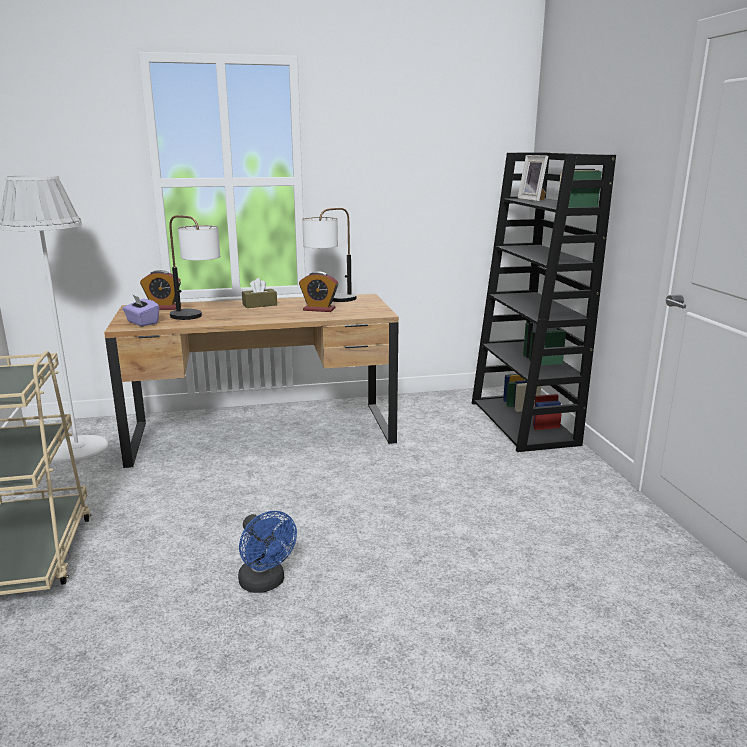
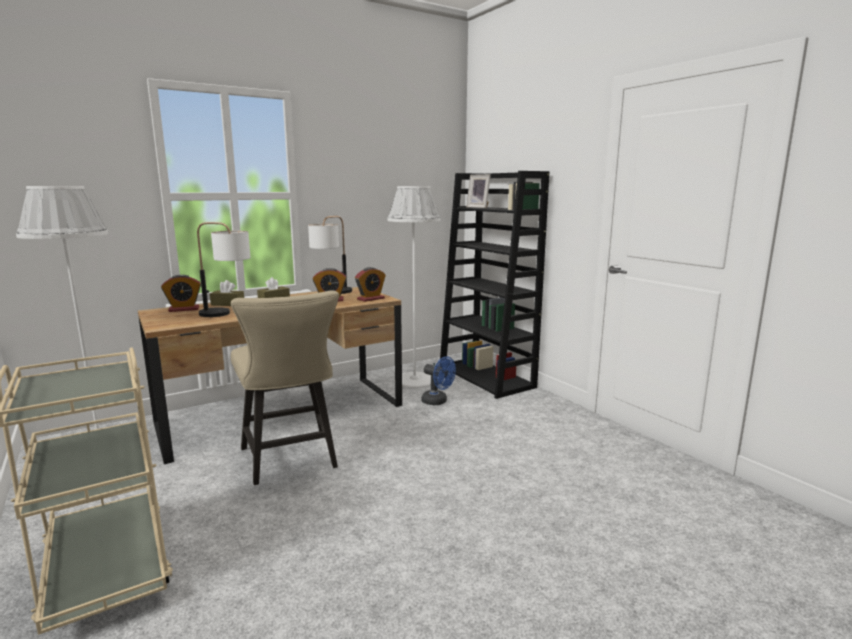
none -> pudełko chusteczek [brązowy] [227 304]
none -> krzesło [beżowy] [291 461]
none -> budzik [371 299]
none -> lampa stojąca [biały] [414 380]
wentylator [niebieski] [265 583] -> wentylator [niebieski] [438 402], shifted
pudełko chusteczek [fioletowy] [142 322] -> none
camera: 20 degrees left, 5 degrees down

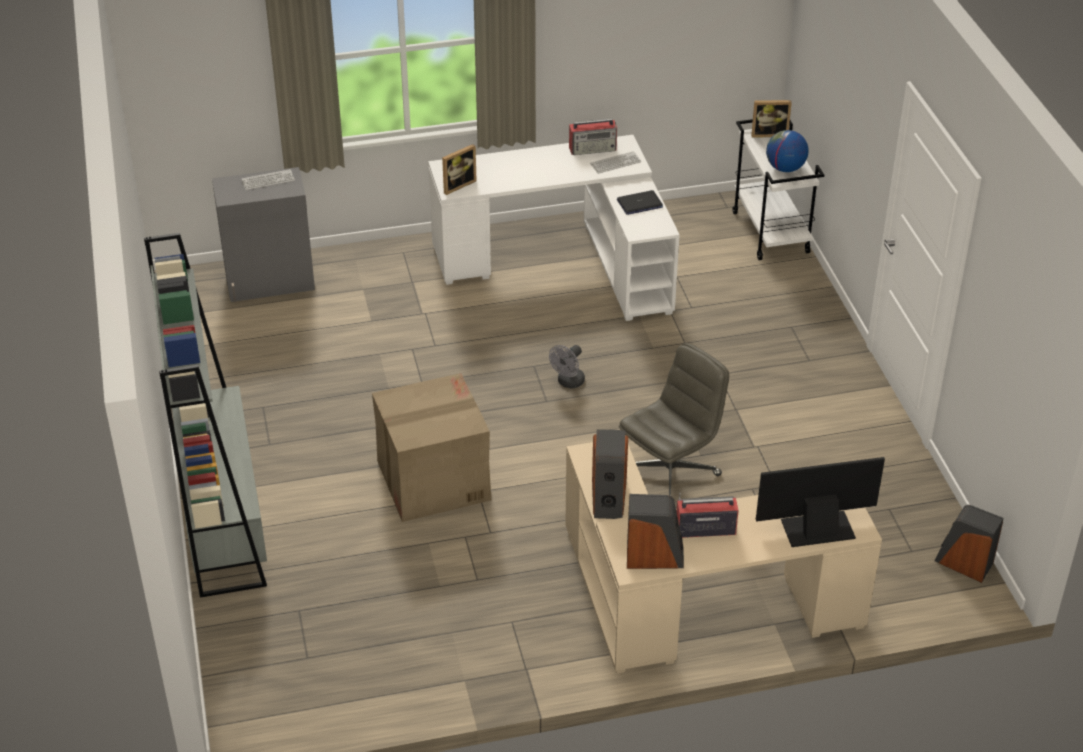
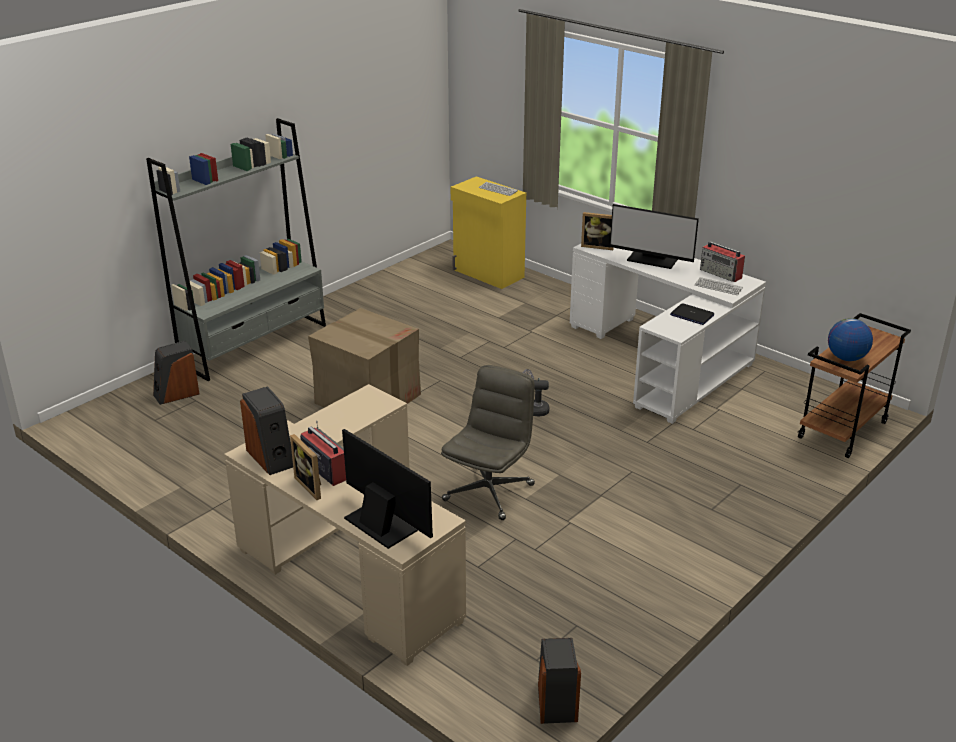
głośnik [608 498] -> głośnik [176 394], shifted
ramka na zdjęcie [769 133] -> ramka na zdjęcie [312 486], shifted
krzesło biurowe [szary] [670 472] -> krzesło biurowe [szary] [489 492], 75 degrees counterclockwise
szafka [szary] [271 283] -> szafka [żółty] [488 274]
none -> monitor [652 260]
wózek [biały] [771 233] -> wózek [brązowy] [842 431]
camera: 55 degrees right, 10 degrees down

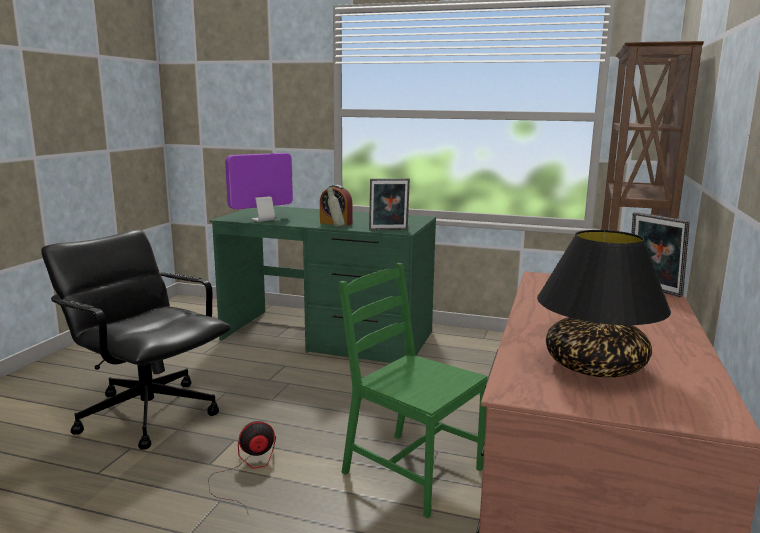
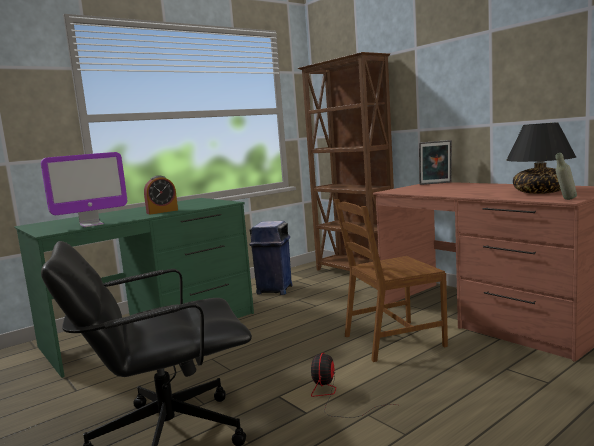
monitor [262 220] -> monitor [91 225], 120 degrees counterclockwise
none -> kosz na śmieci [niebieski] [274 290]
krzesło [zielony] [410 471] -> krzesło [brązowy] [392 341]
butelka [szary] [335 227] -> butelka [szary] [565 199], shifted
ramka na zdjęcie [388 230] -> none
camera: 55 degrees left, 5 degrees down

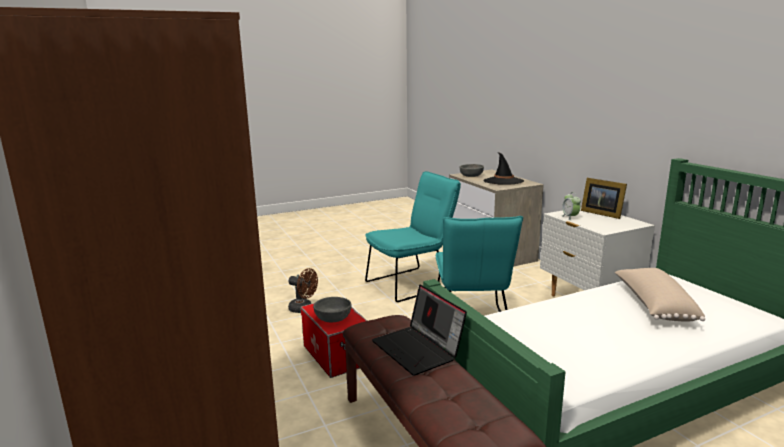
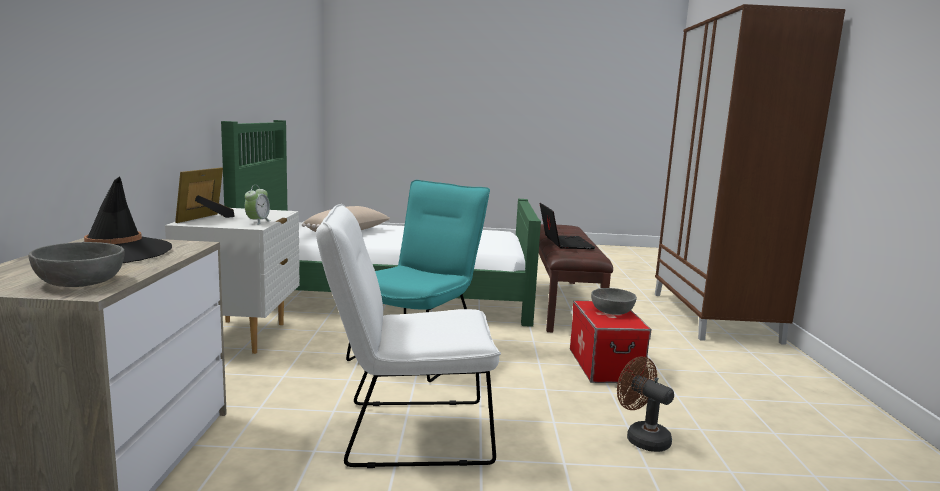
ramka na zdjęcie [601 213] -> ramka na zdjęcie [205 218], 150 degrees counterclockwise
krzesło [turkusowy] [413 283] -> krzesło [biały] [405 432]
camera: 155 degrees left, 5 degrees down

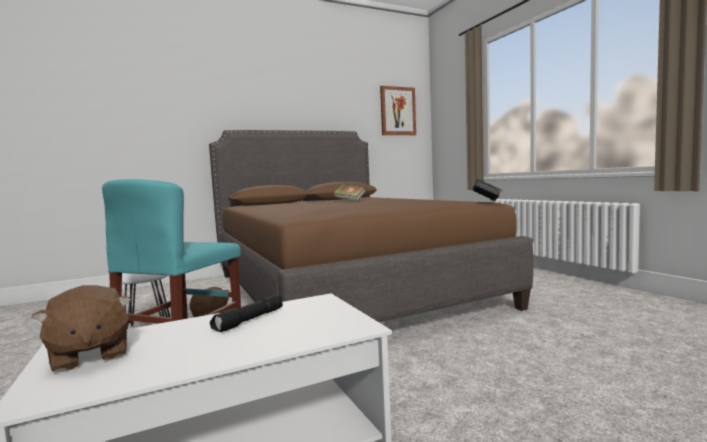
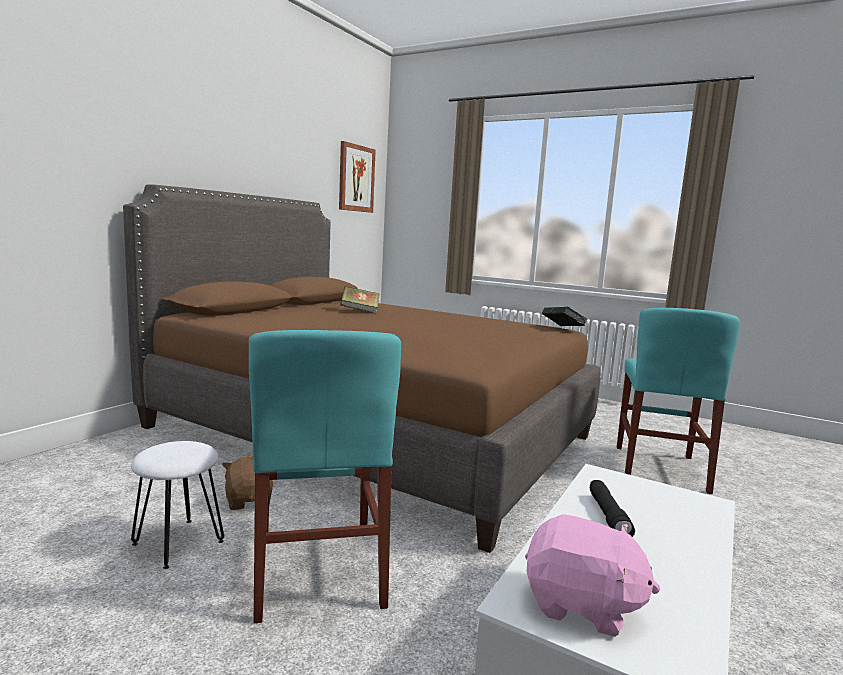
pluszak [brązowy] [89 355] -> pluszak [różowy] [581 605]
none -> krzesło [turkusowy] [659 468]
camera: 35 degrees left, 5 degrees up

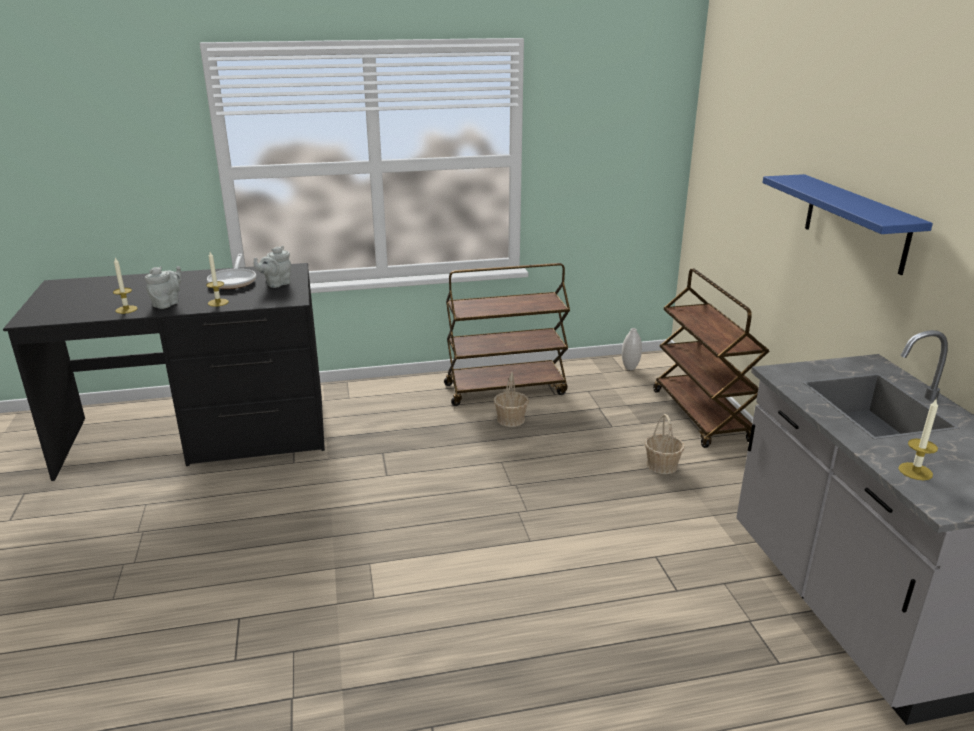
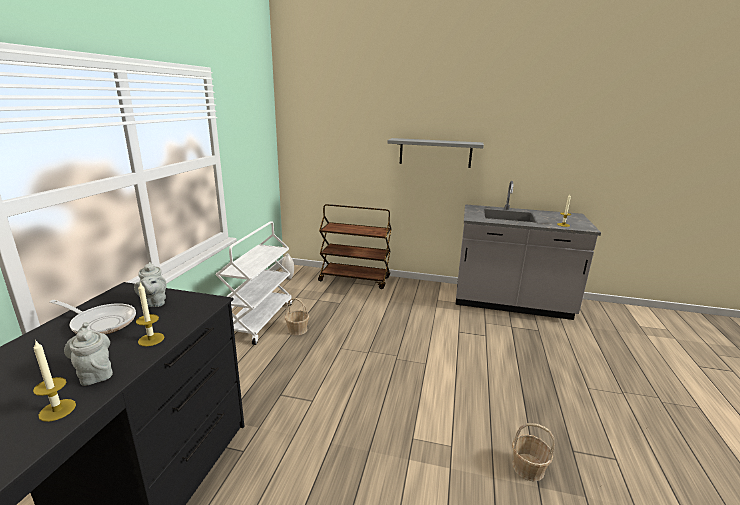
wózek [brązowy] [505 389] -> wózek [biały] [259 320]
półka [niebieski] [856 223] -> półka [szary] [435 153]
koszyk [662 465] -> koszyk [528 467], shifted
camera: 65 degrees left, 5 degrees down

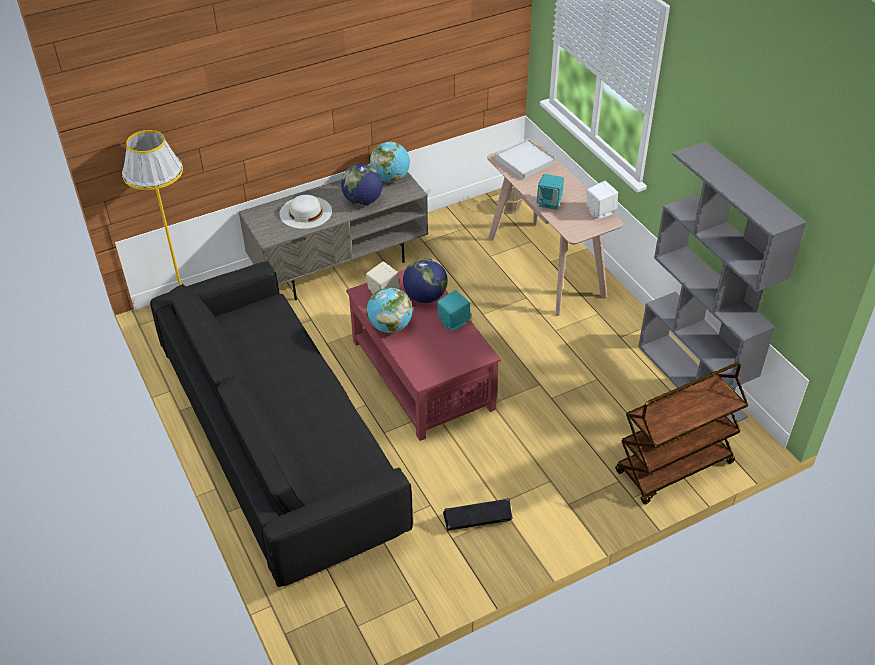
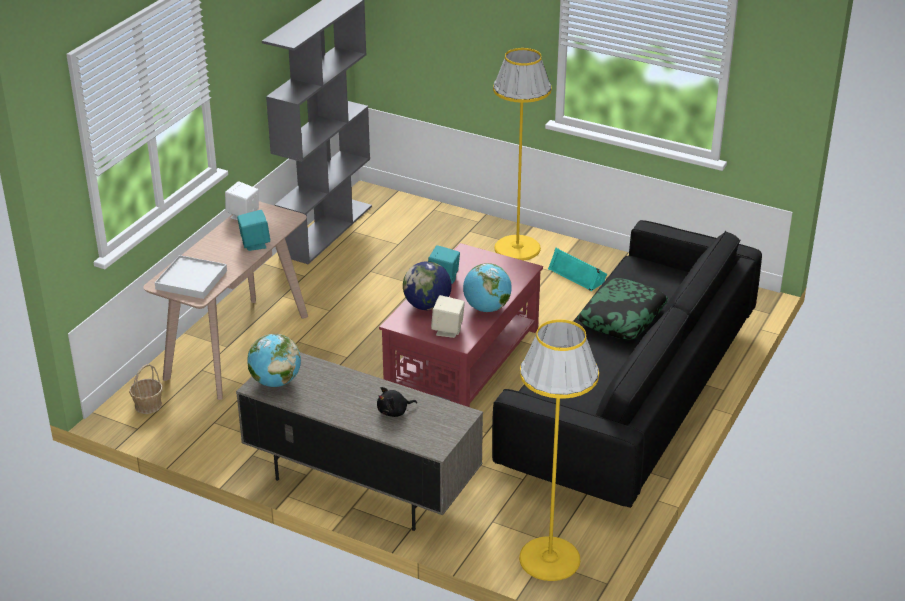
kapelusz [biały] [305 212] -> pluszak [czarny] [394 412]
none -> lampa stojąca [żółty] [517 248]
głośnik [czarny] [477 519] -> głośnik [turkusowy] [577 275]
none -> poduszka [622 317]
globus [363 201] -> none
wózek [brązowy] [674 468] -> none
camera: 125 degrees left, 10 degrees down

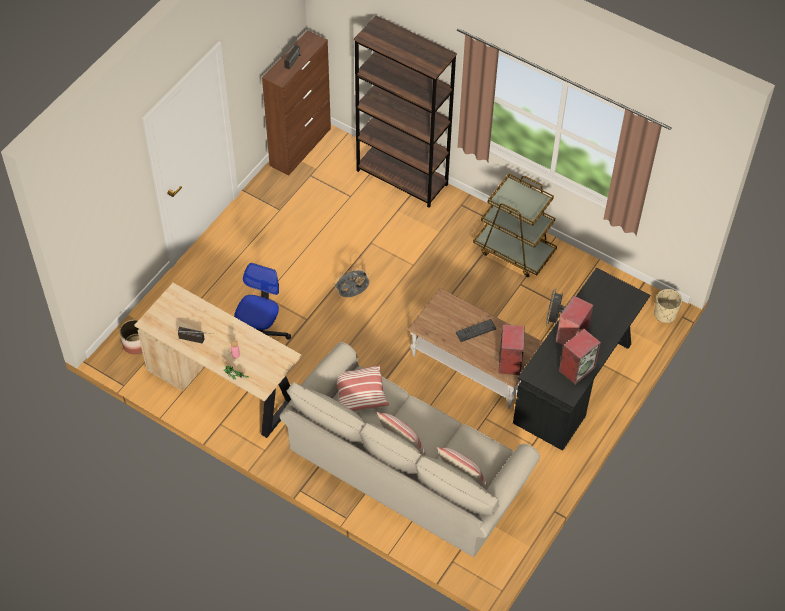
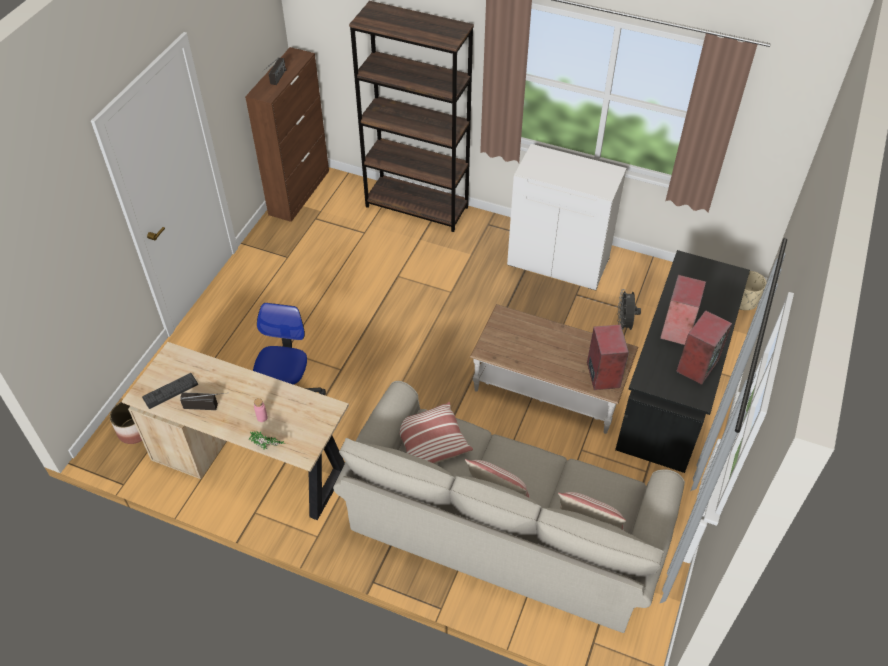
klawiatura [476 330] -> klawiatura [170 391], shifted
wózek [brązowy] [514 251] -> szafka [biały] [559 261]
wentylator [szary] [352 294] -> none
camera: 10 degrees left, 5 degrees down

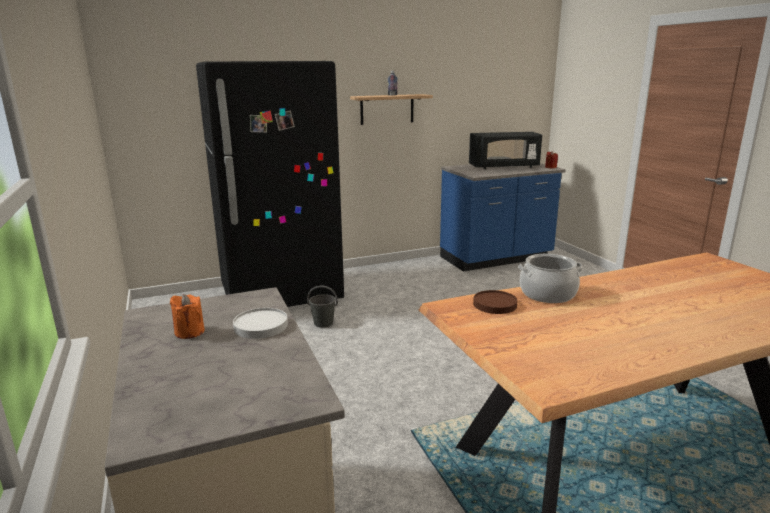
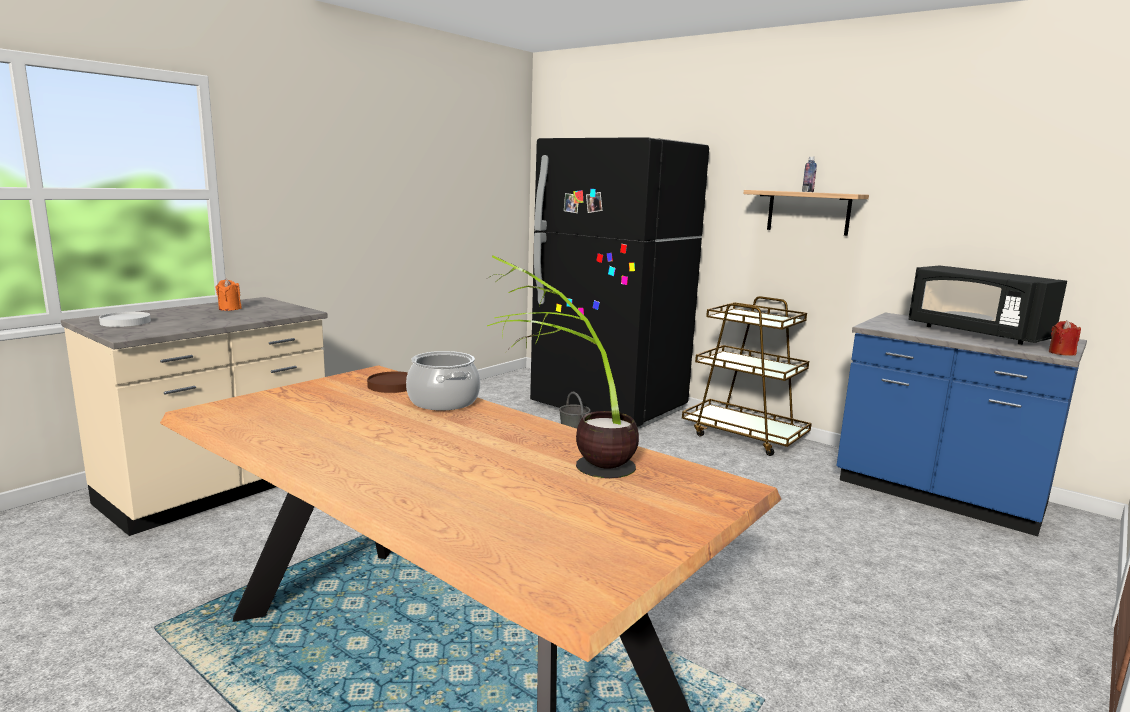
talerz [biały] [260 326] -> talerz [biały] [126 322], shifted
none -> roślina doniczkowa [568 465]
none -> wózek [brązowy] [744 436]
camera: 60 degrees right, 5 degrees down

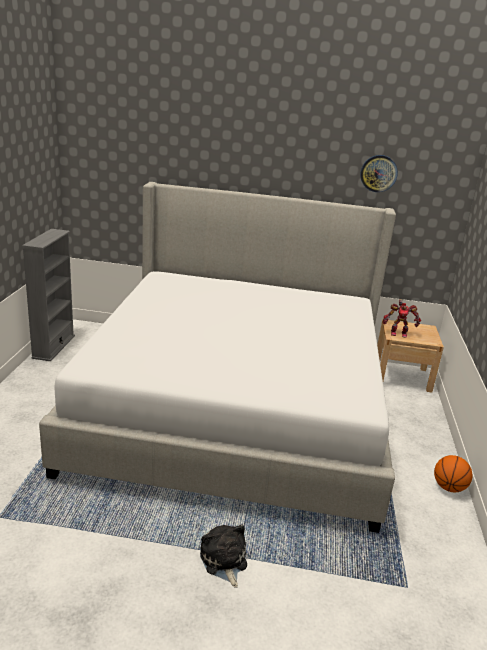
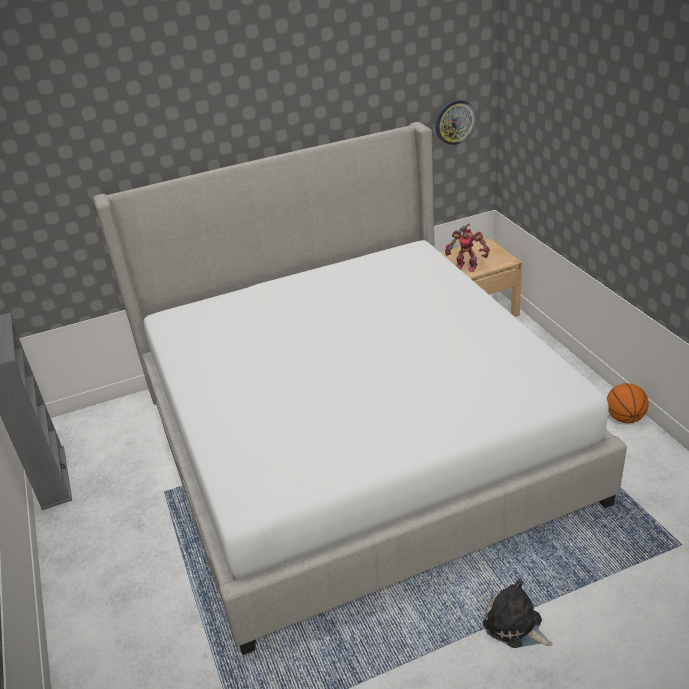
zegar ścienny [378 173] -> zegar ścienny [455 122], shifted
robot zabawkowy [398 333] -> robot zabawkowy [466 266], 45 degrees clockwise
camera: 25 degrees left, 10 degrees up

